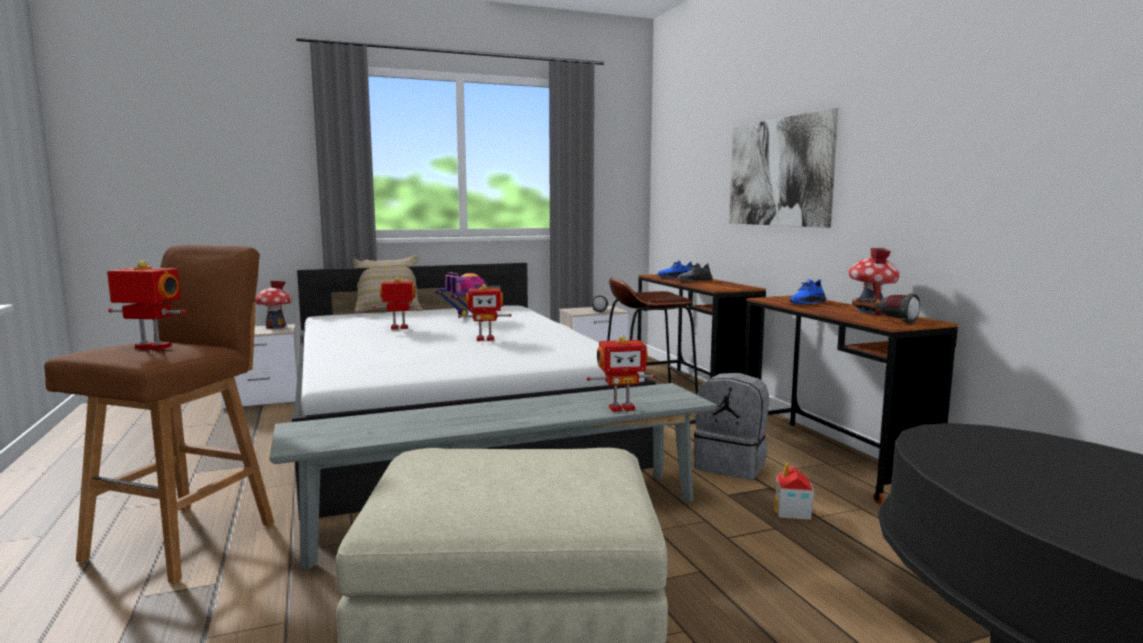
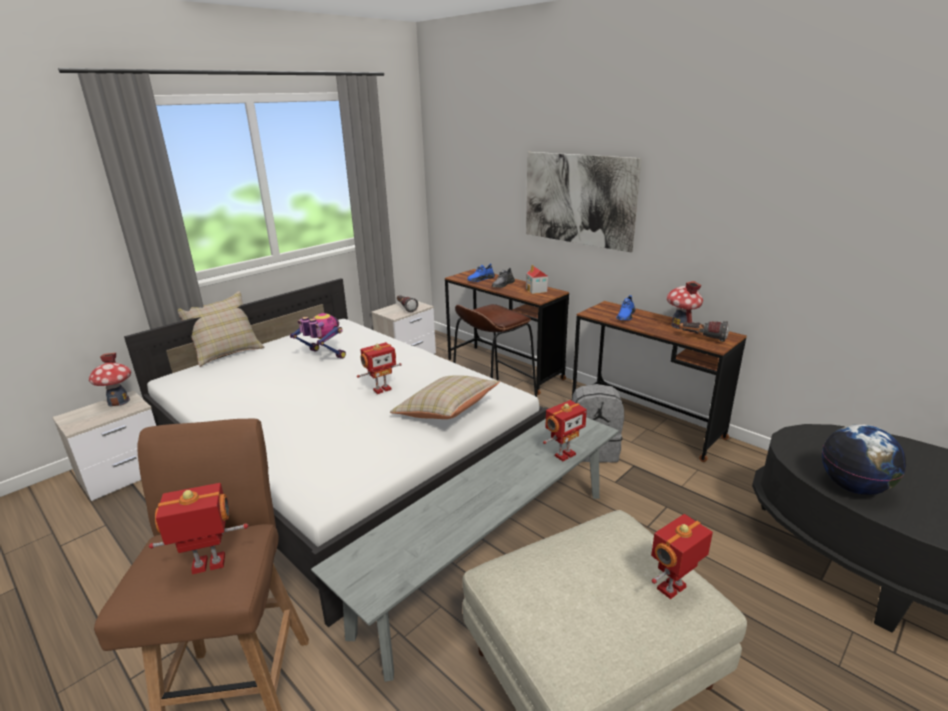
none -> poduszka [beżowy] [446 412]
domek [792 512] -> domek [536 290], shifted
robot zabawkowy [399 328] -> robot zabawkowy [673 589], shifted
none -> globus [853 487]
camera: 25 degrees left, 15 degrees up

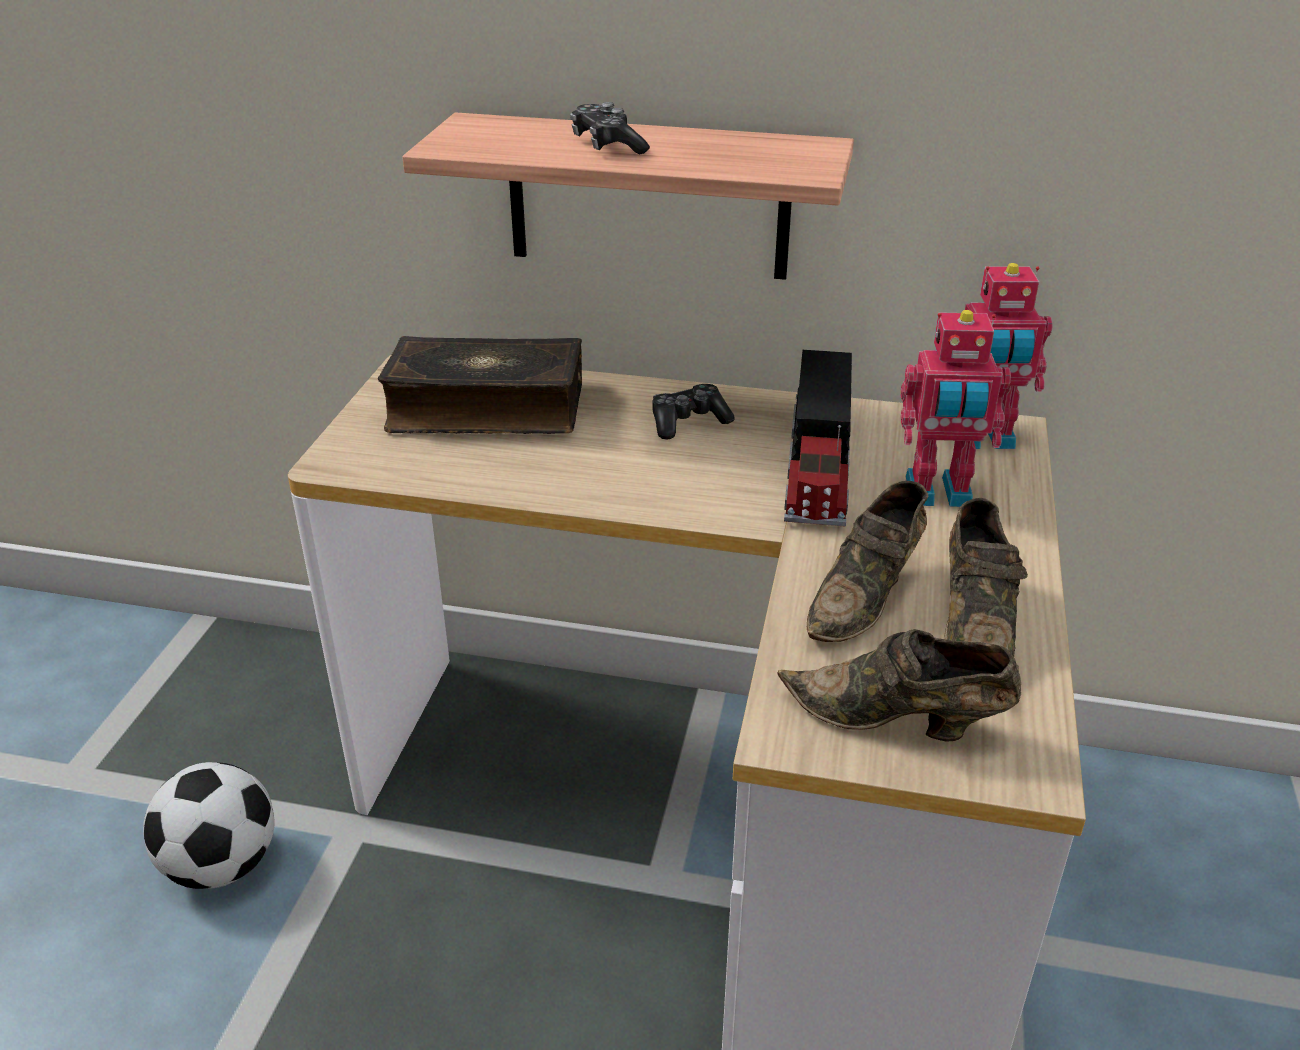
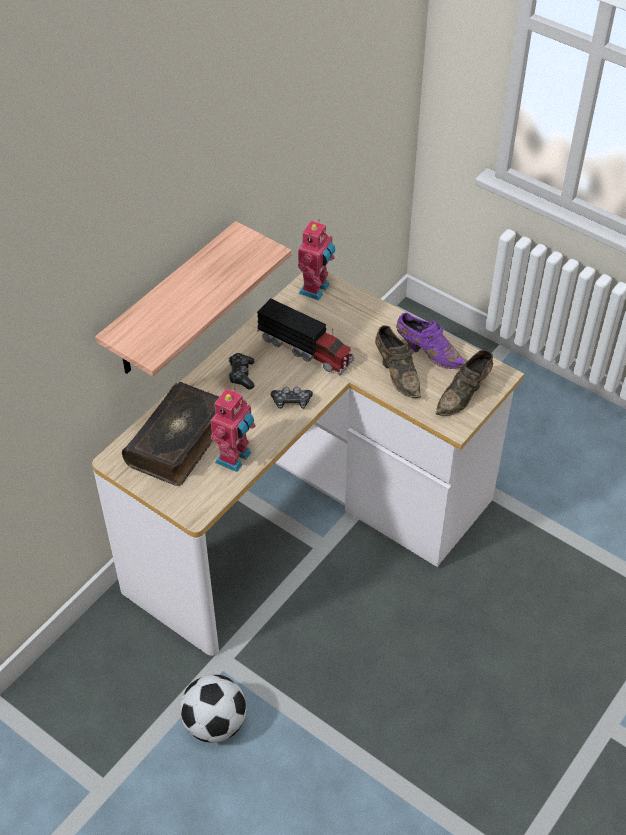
robot zabawkowy [938 494] -> robot zabawkowy [235 458], shifted
pad do gier [607 145] -> pad do gier [291 402], shifted
but [brązowy] [974 626] -> but [fioletowy] [428 352]
camera: 65 degrees left, 15 degrees up

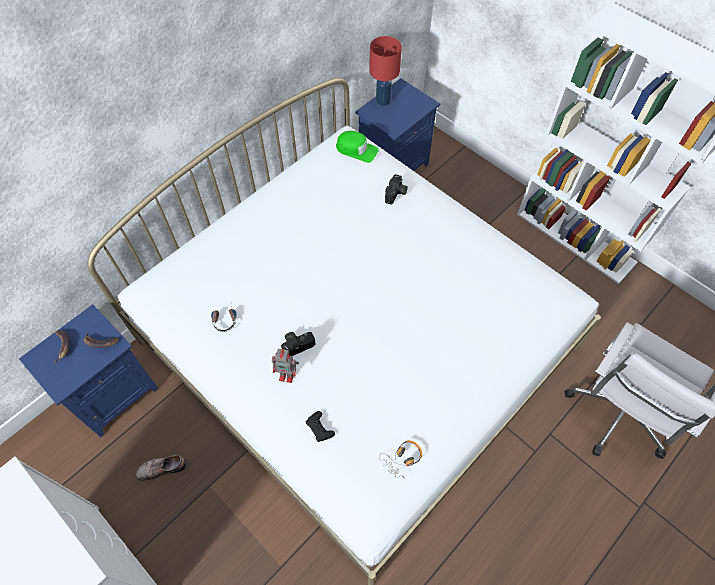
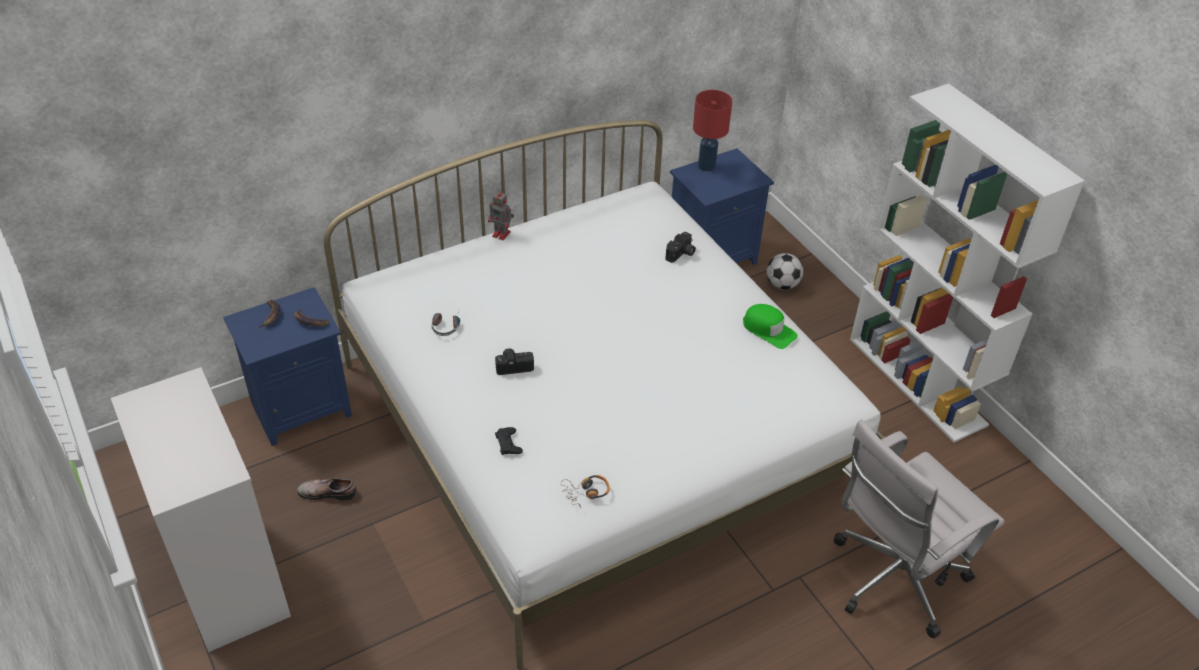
robot zabawkowy [288 374] -> robot zabawkowy [502 234], shifted
czapka z daszkiem [zielony] [356 149] -> czapka z daszkiem [zielony] [769 330], shifted
none -> piłka futbolowa [782 284]
camera: 15 degrees right, 15 degrees down

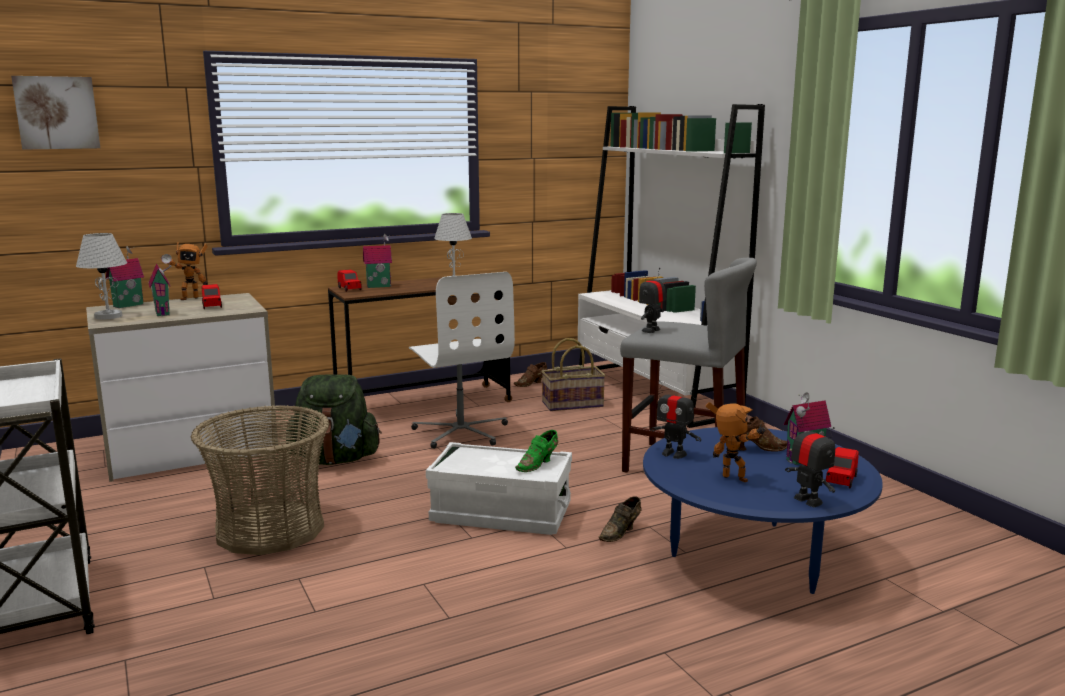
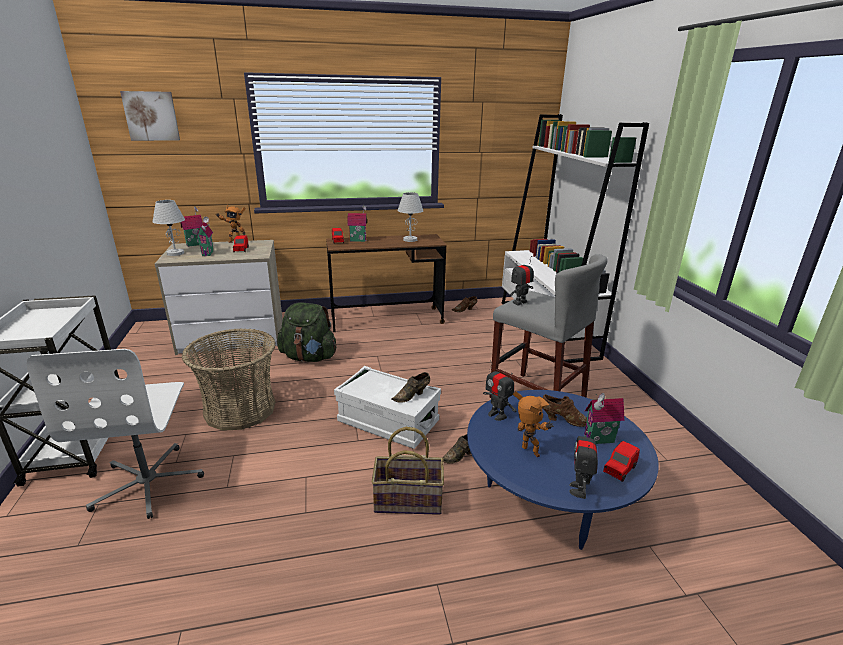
krzesło biurowe [biały] [461 432] -> krzesło biurowe [biały] [149 482], shifted
koszyk [572 404] -> koszyk [408 499], shifted
but [zielony] [538 464] -> but [brązowy] [412 396]
robot zabawkowy [808 501] -> robot zabawkowy [579 489], 150 degrees counterclockwise
camera: 15 degrees right, 10 degrees up

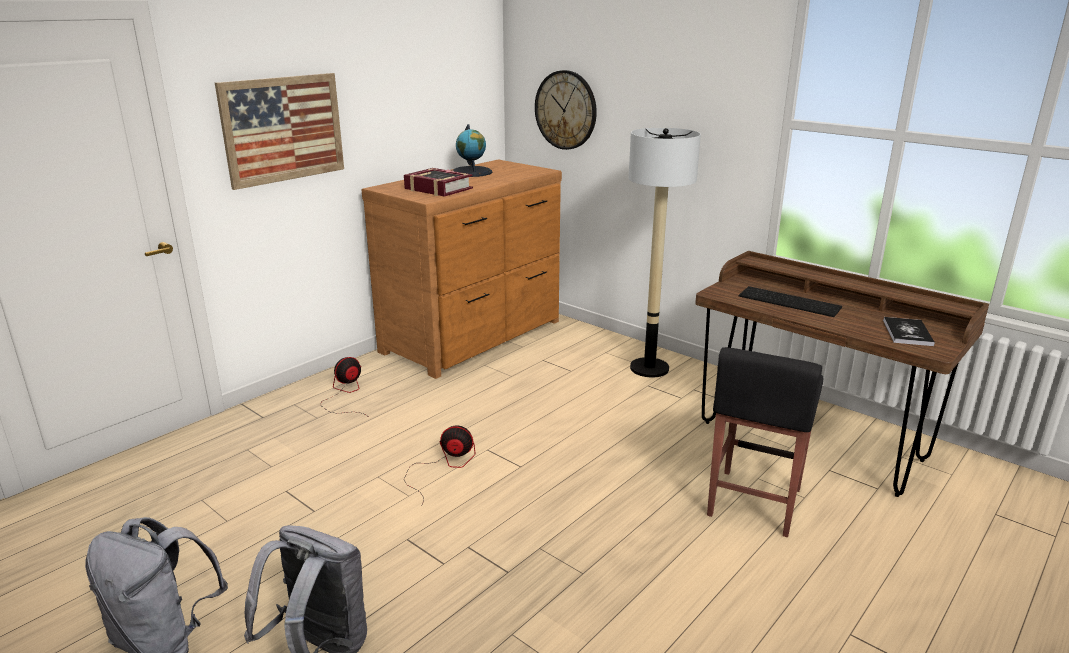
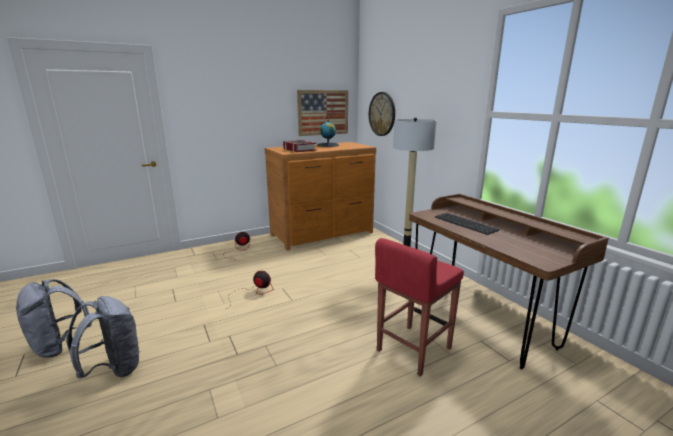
obraz [283 129] -> obraz [323 112], shifted
stołek [czarny] [753 502] -> stołek [czerwony] [413 349]
książka [907 332] -> none
camera: 20 degrees right, 5 degrees down

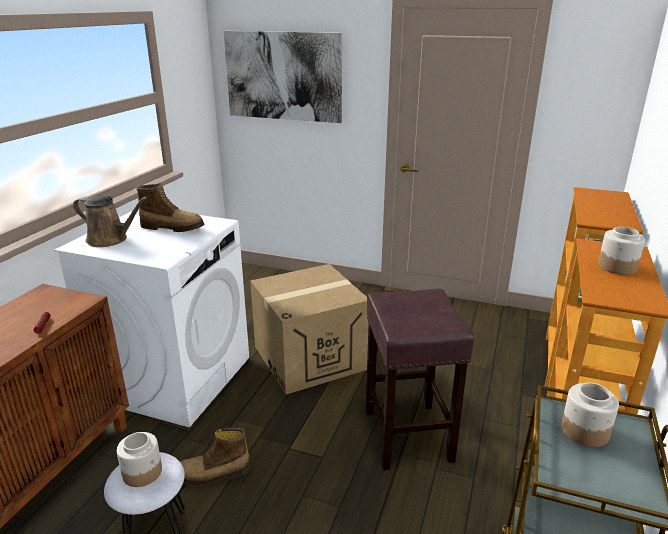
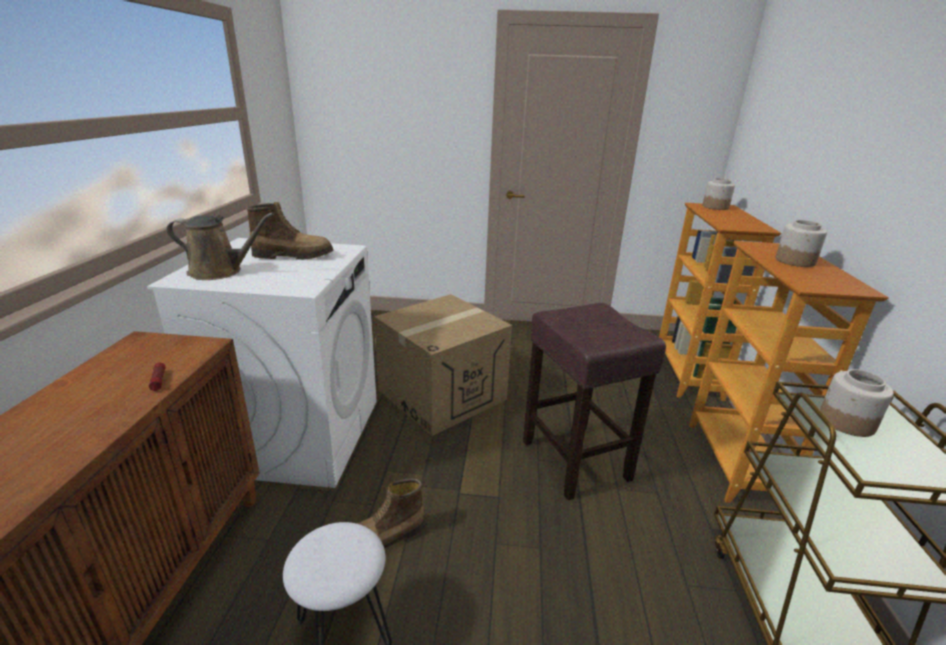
słoik [143 472] -> słoik [715 207], shifted
obraz [283 76] -> none
camera: 15 degrees left, 0 degrees up

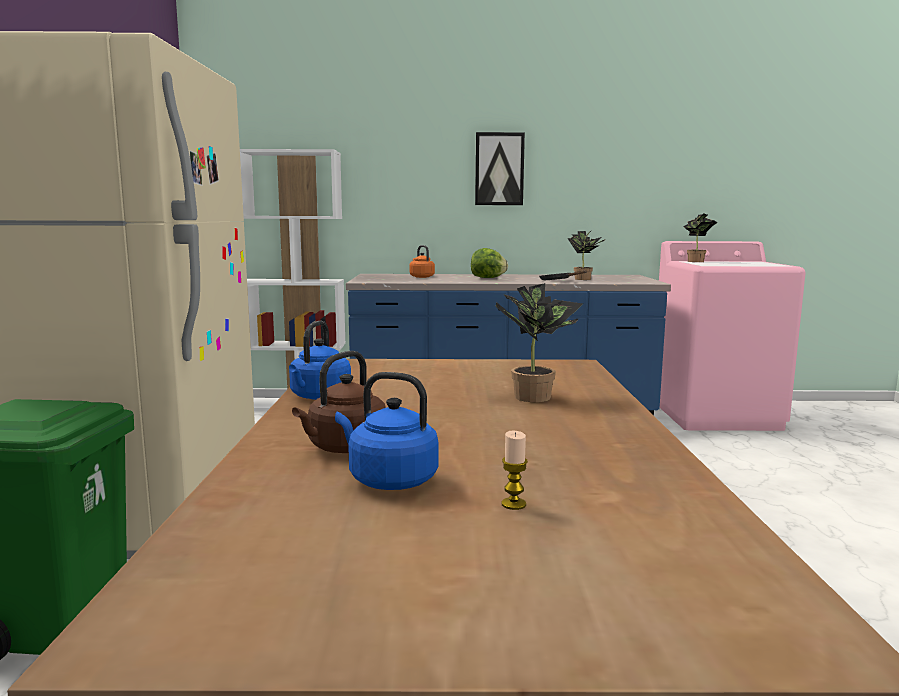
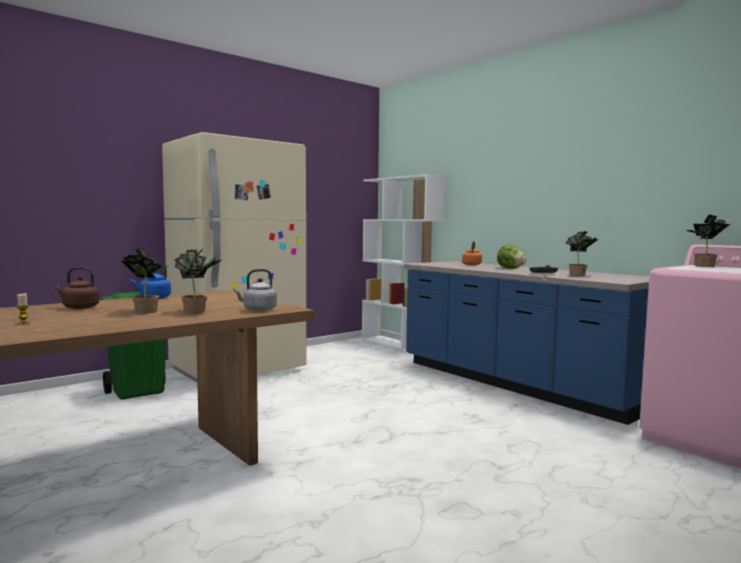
none -> roślina doniczkowa [144 311]
none -> czajnik [szary] [258 310]
czajnik [niebieski] [388 480] -> none
obraz [499 169] -> none
camera: 50 degrees right, 5 degrees down

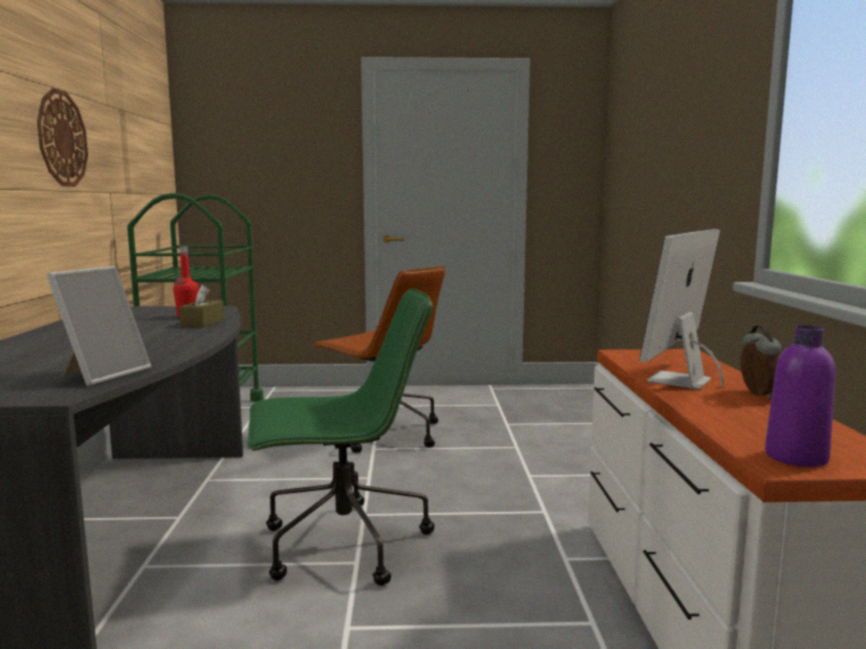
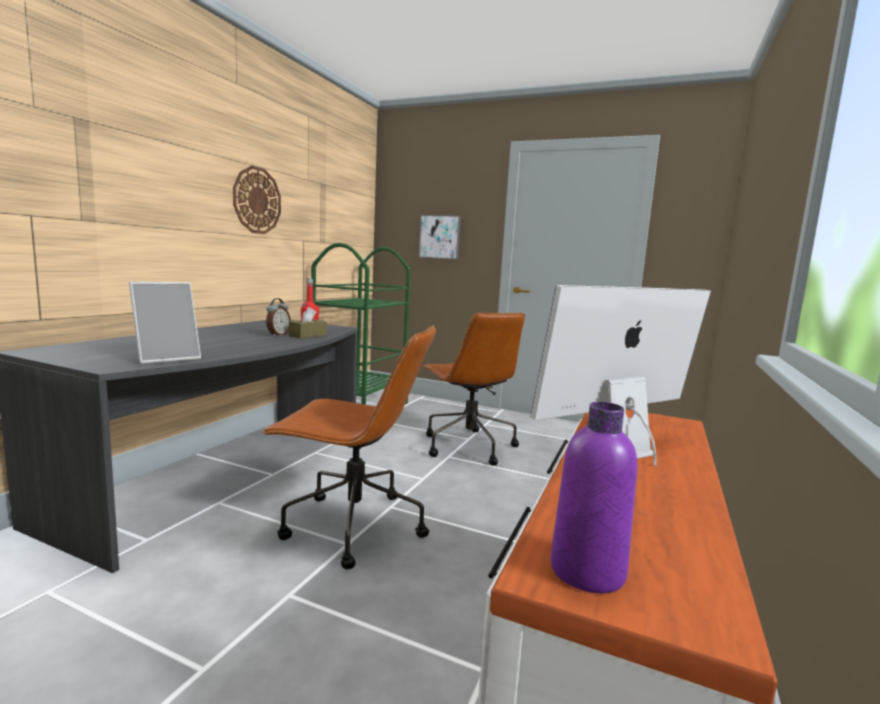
krzesło biurowe [zielony] [342 545] -> krzesło biurowe [brązowy] [351 526]
budzik [757 394] -> budzik [278 335], shifted
none -> obraz [440 237]
camera: 25 degrees right, 0 degrees up

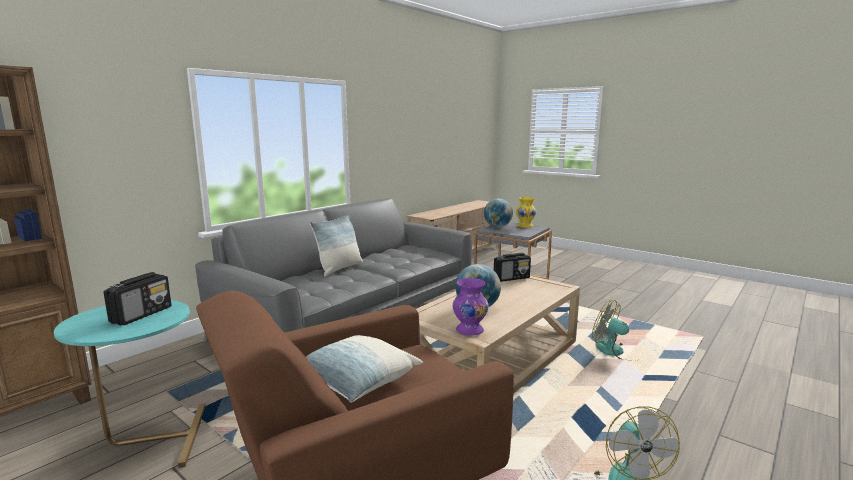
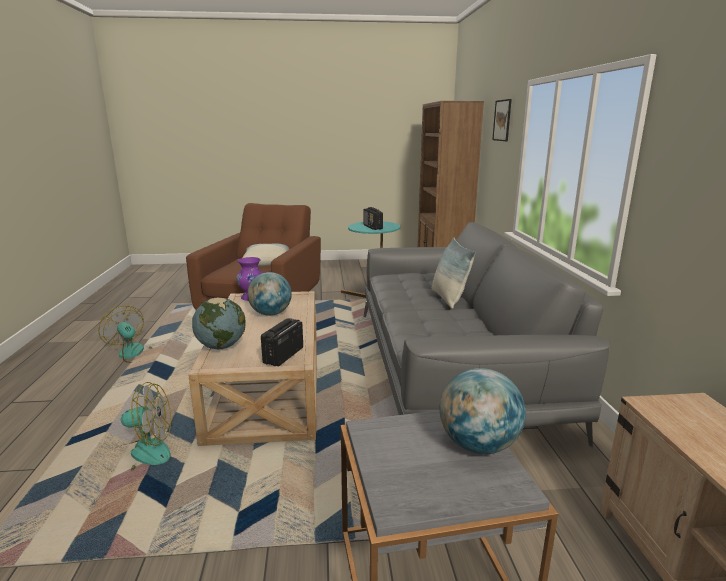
none -> globus [221 346]
none -> obraz [502 120]
wazon [żółty] [525 226] -> none
camera: 135 degrees right, 5 degrees up

